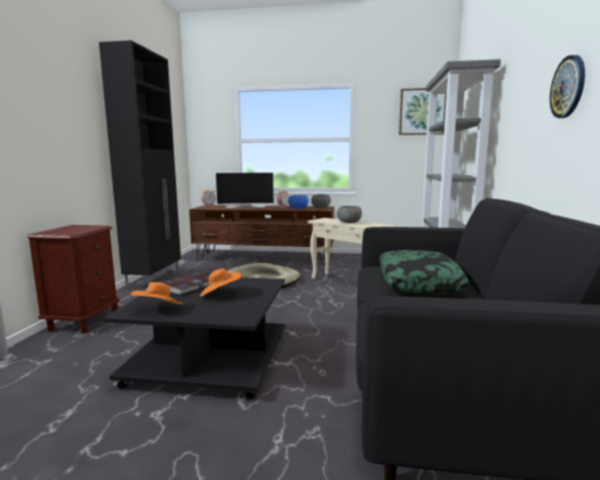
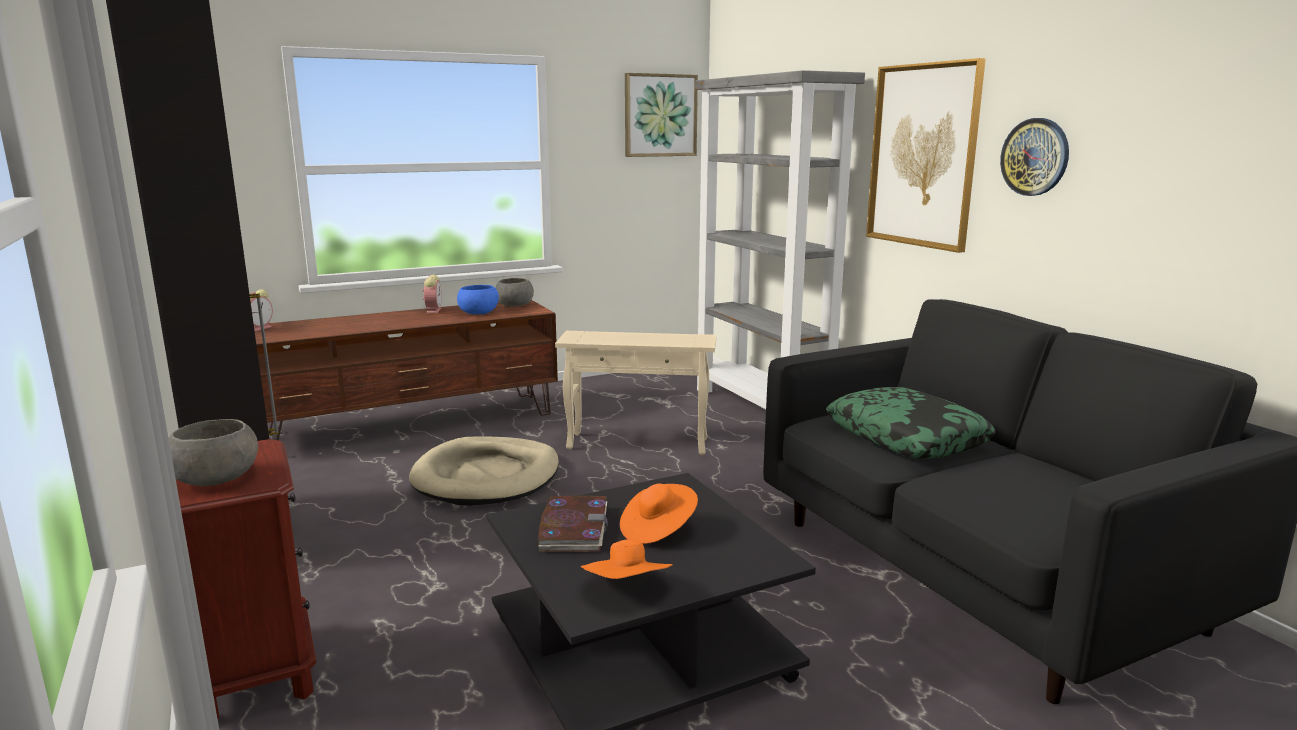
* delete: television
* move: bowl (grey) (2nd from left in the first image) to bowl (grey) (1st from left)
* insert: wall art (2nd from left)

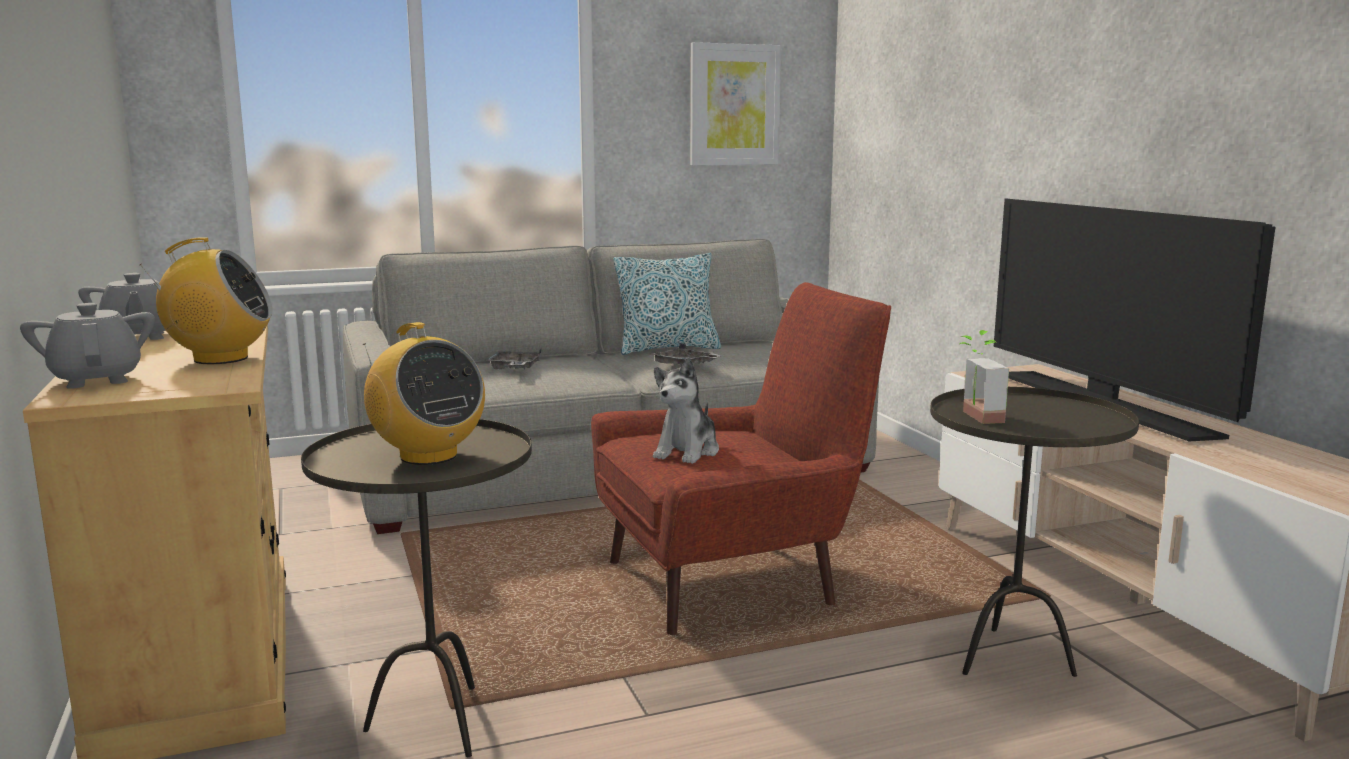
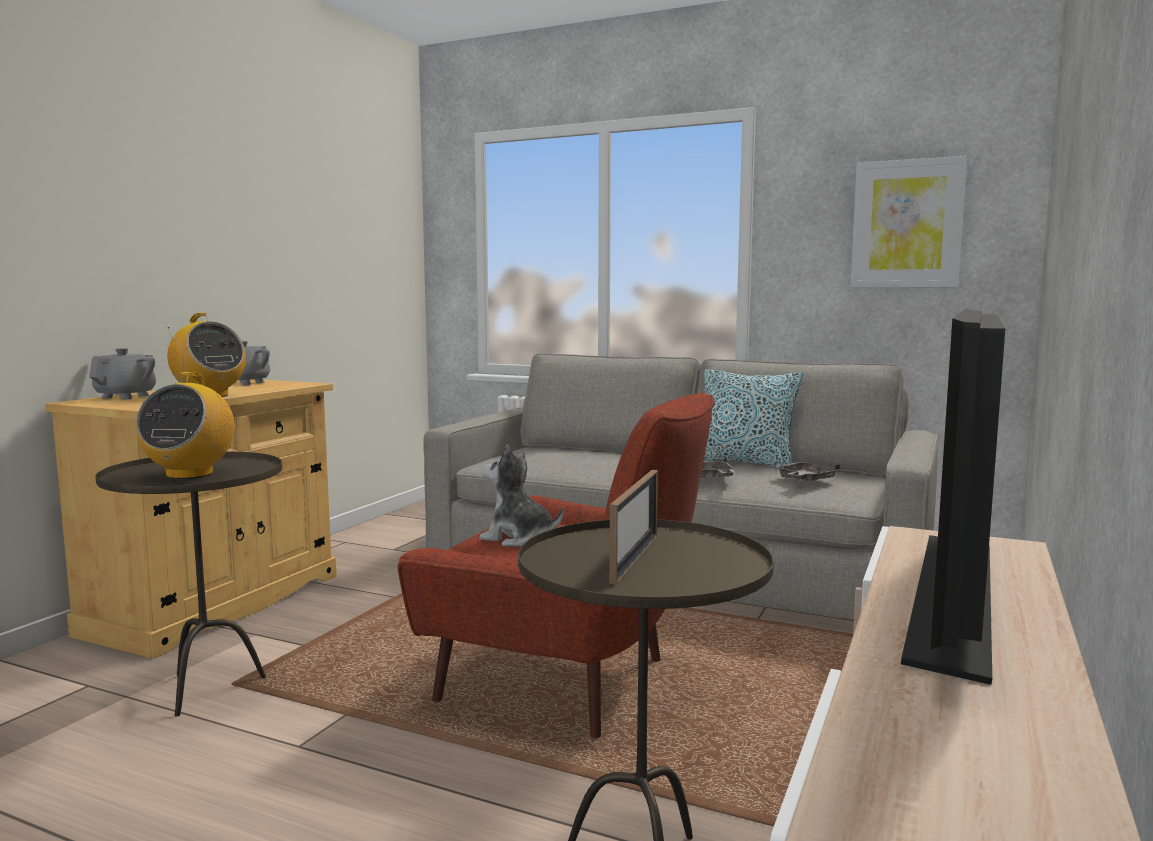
* delete: houseplant
* move: tray (grey) (1st from left in the first image) to tray (grey) (2nd from left)
* rotate: soft toy 45 degrees clockwise
* insert: picture frame

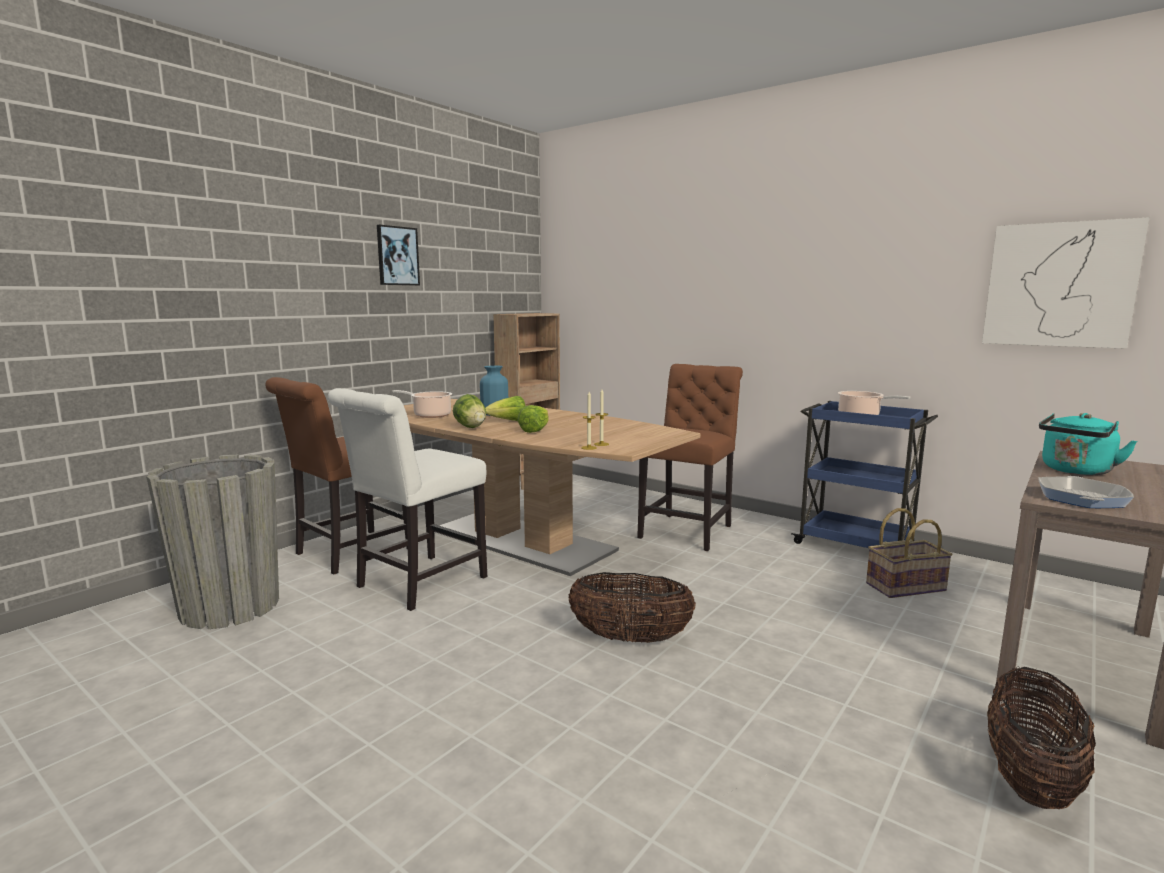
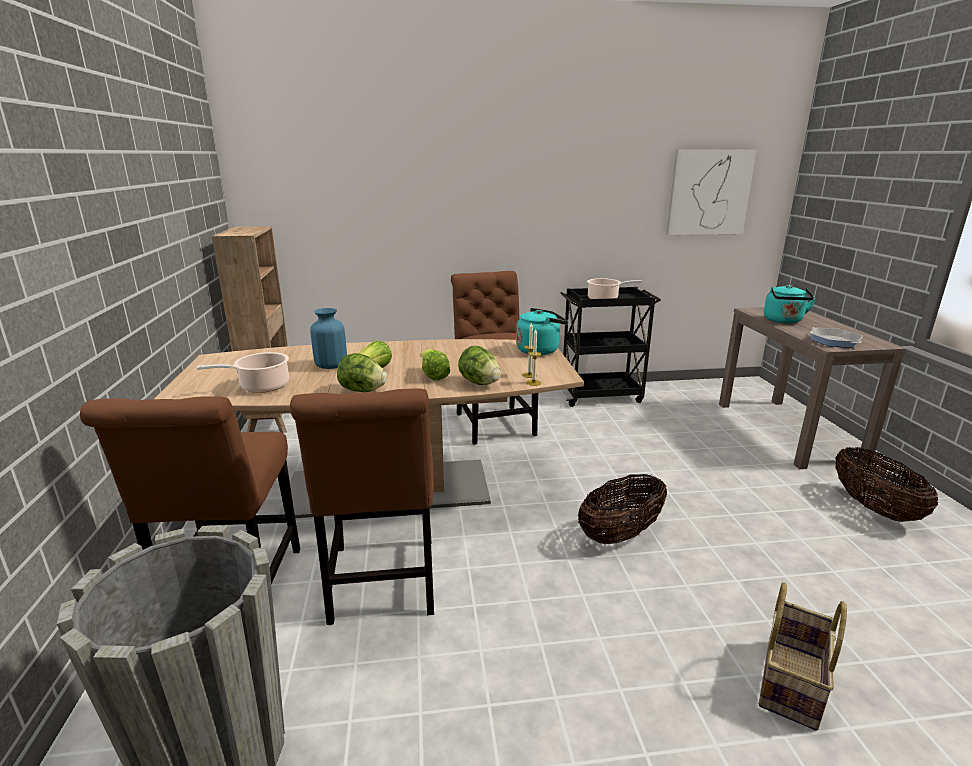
* delete: wall art (1st from left)
* recolor: plain chair (whitish) to plain chair (brown) (2nd from left)
* recolor: trolley (bluish) to trolley (black)
* move: basket (2nd from left)
* insert: water kettle (turquoise-coloured) (1st from left)
* insert: head of lettuce (4th from left)

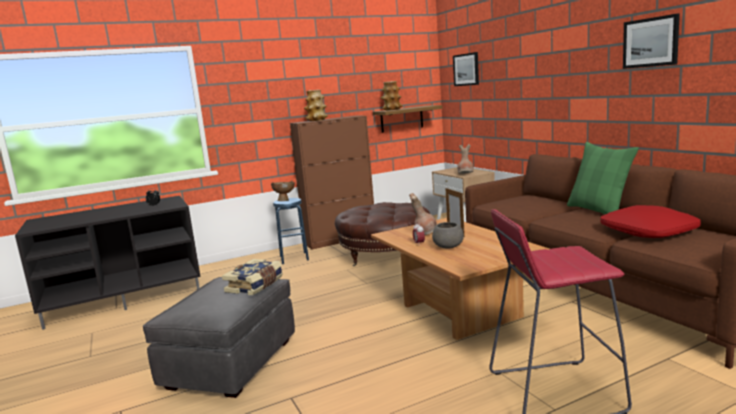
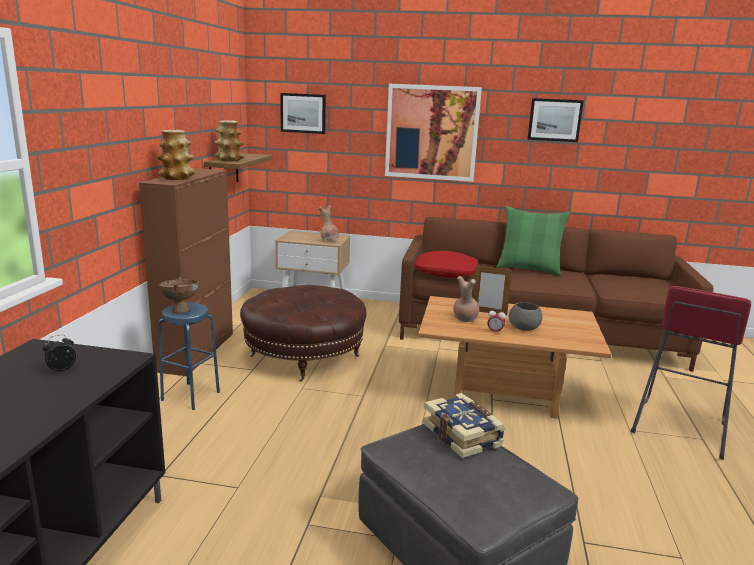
* move: throw pillow (red-coloured)
* insert: wall art (2nd from left)

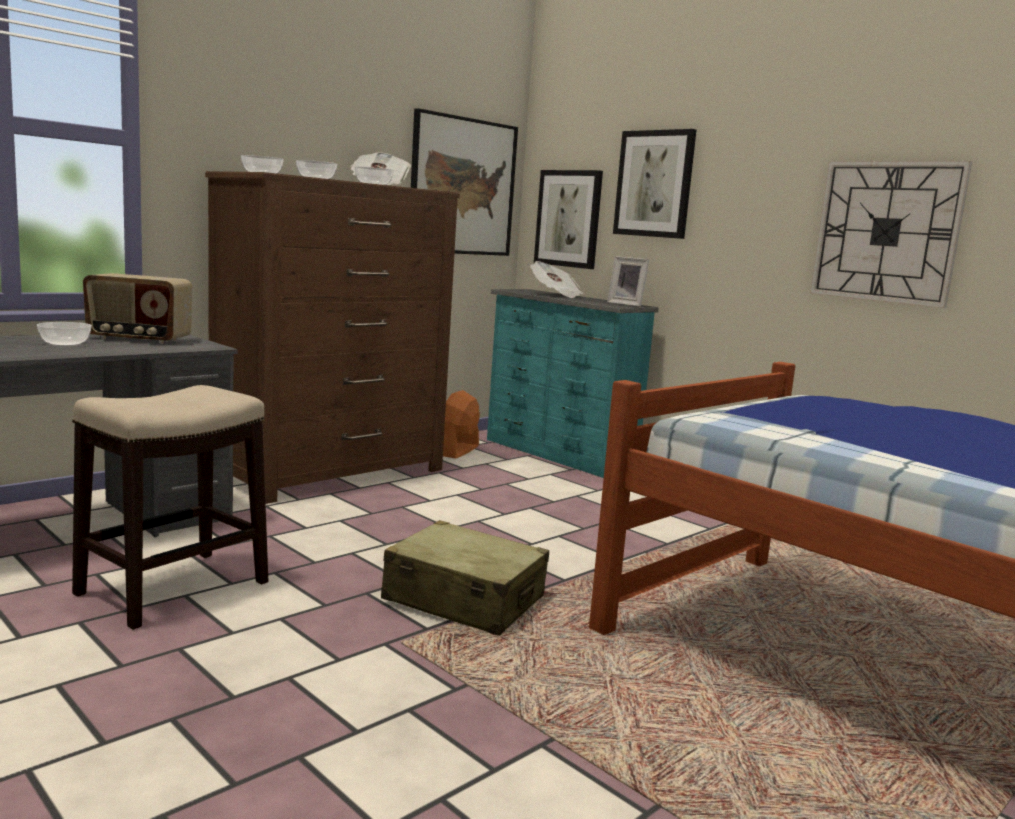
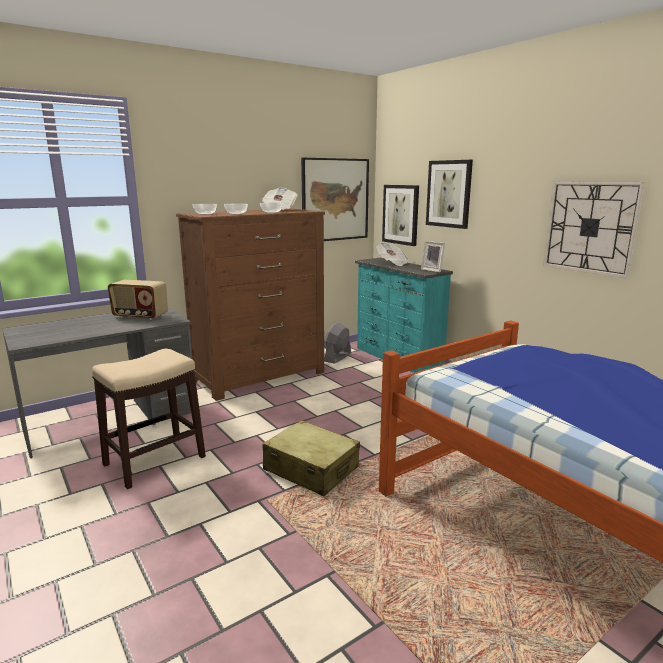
* delete: bowl (1st from left)
* recolor: fan (orangey) to fan (grey)

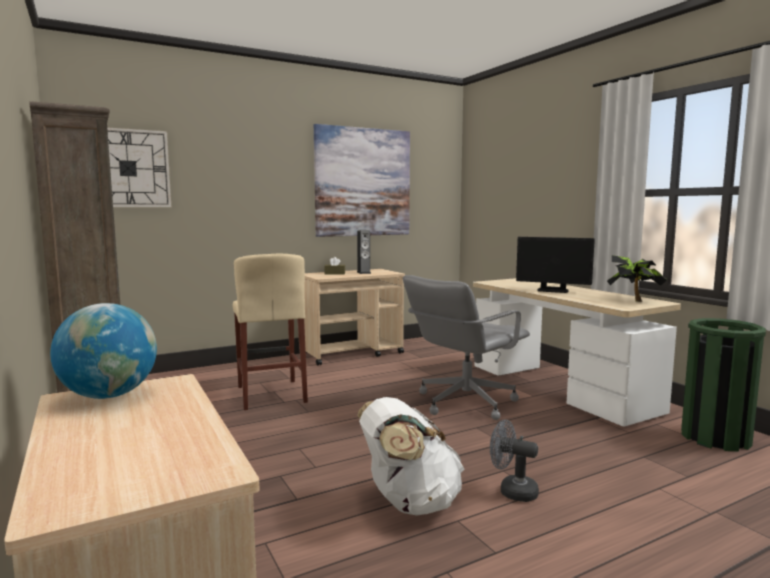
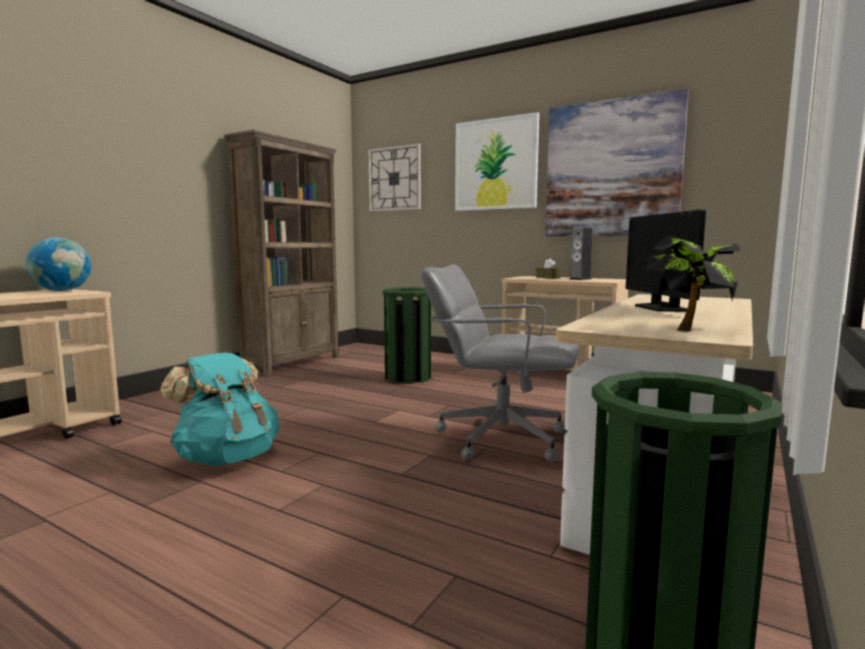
* replace: stool (sand-coloured) to trash can (greenish) (1st from left)
* recolor: backpack (whitish) to backpack (turquoise-coloured)
* delete: fan (grey)
* insert: wall art (1st from left)

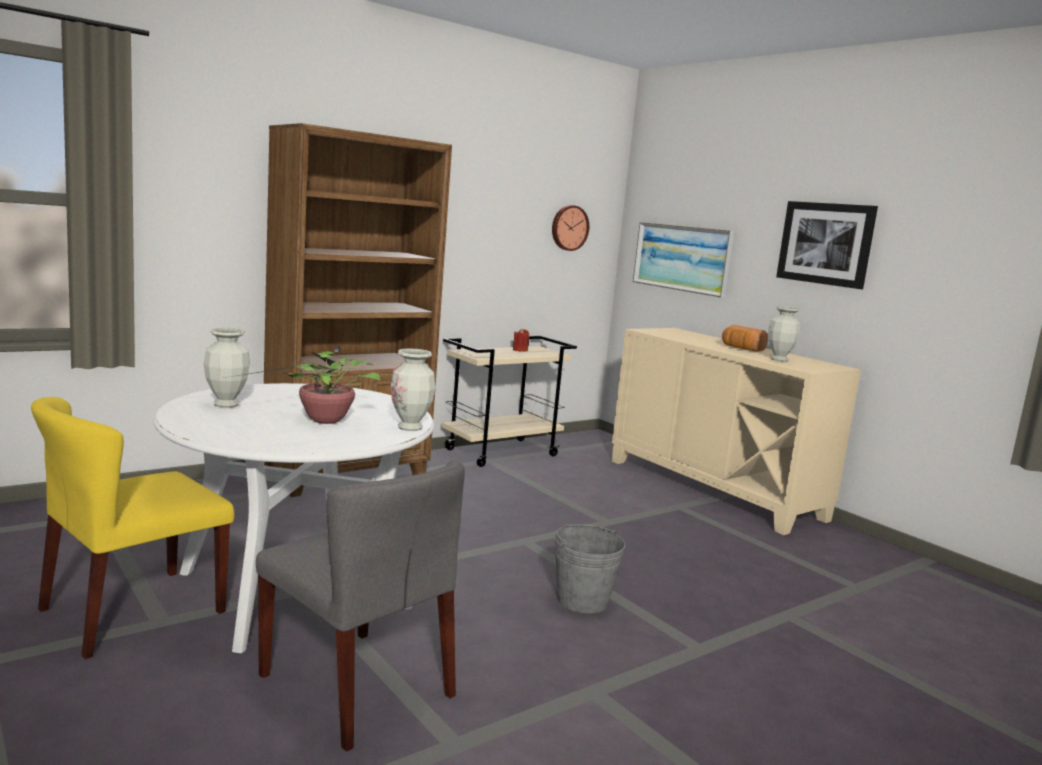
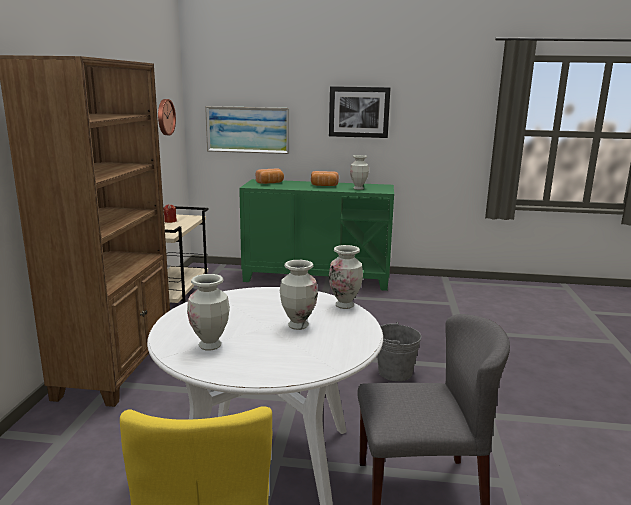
* recolor: cupboard (sand-coloured) to cupboard (greenish)
* replace: houseplant to decorative vase (2nd from left)
* insert: bakery bread (1st from left)

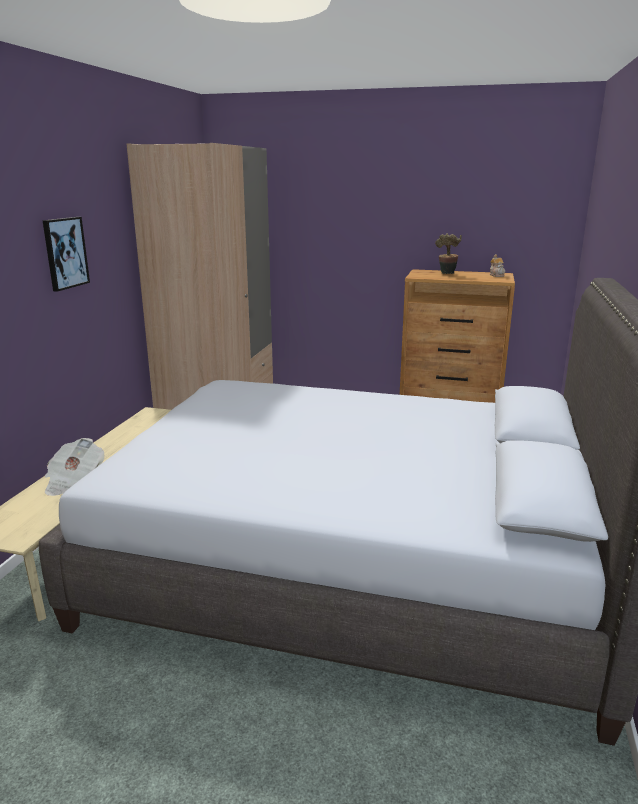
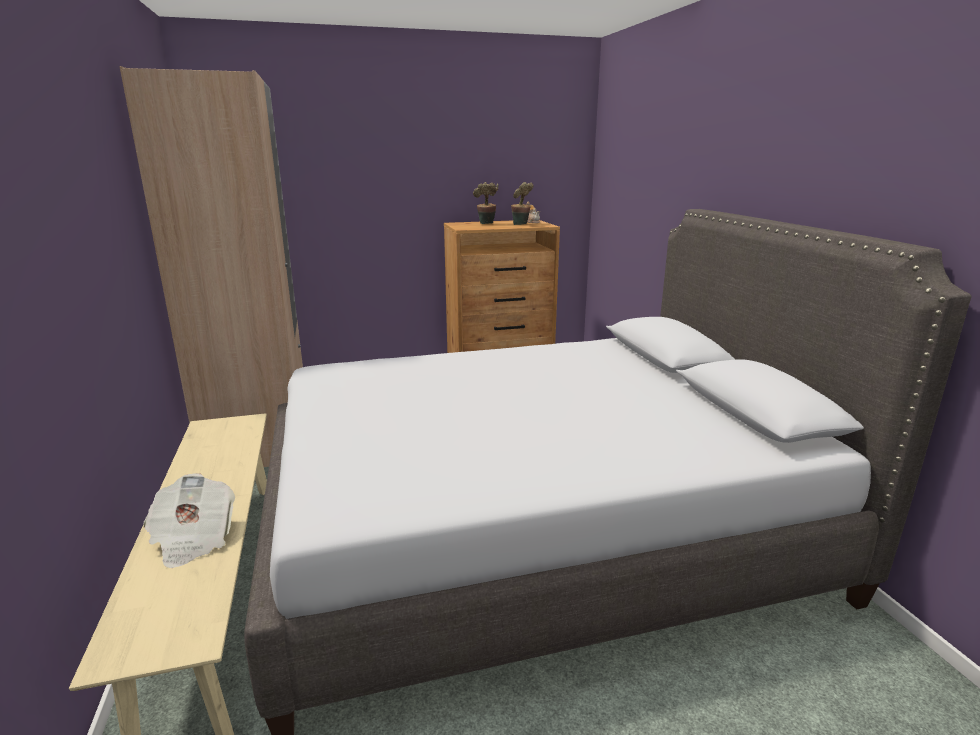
* delete: wall art
* insert: houseplant (2nd from left)

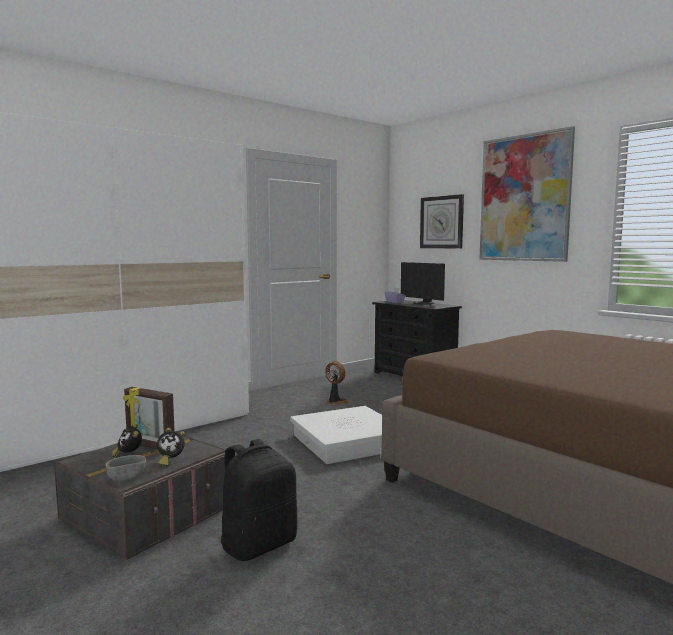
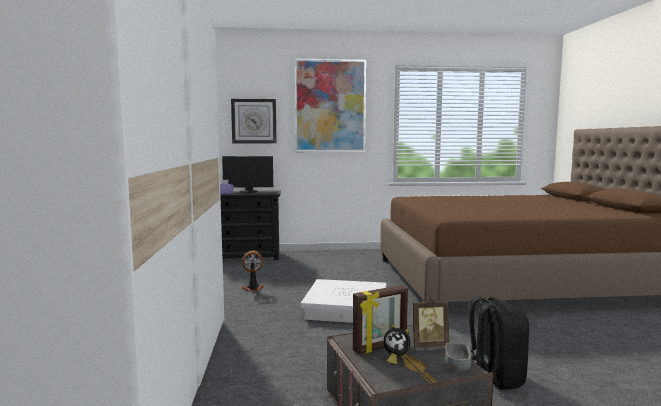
* replace: table clock (2nd from left) to picture frame (2nd from left)

